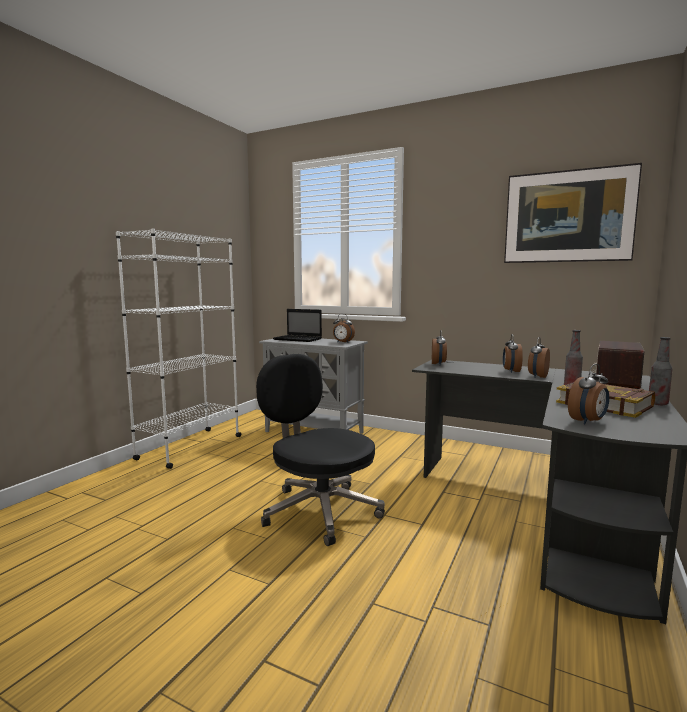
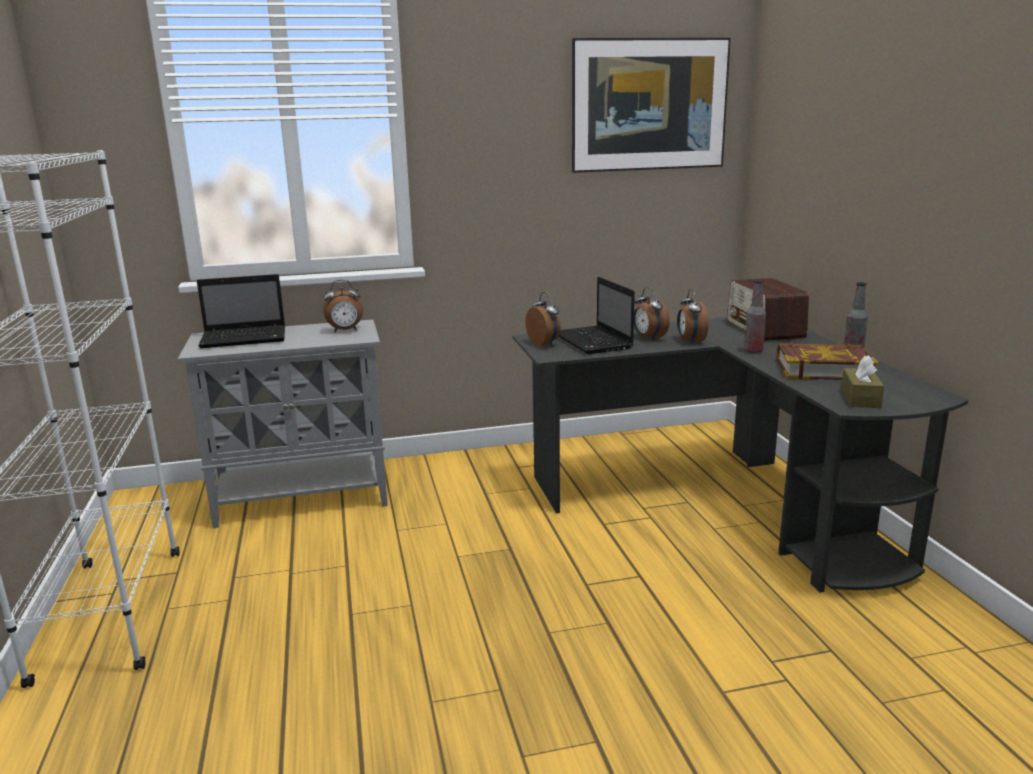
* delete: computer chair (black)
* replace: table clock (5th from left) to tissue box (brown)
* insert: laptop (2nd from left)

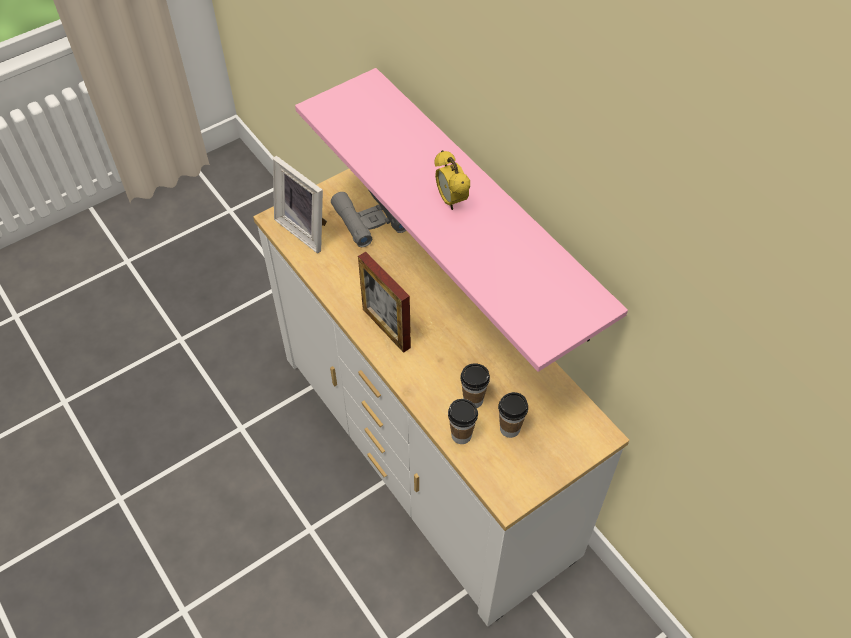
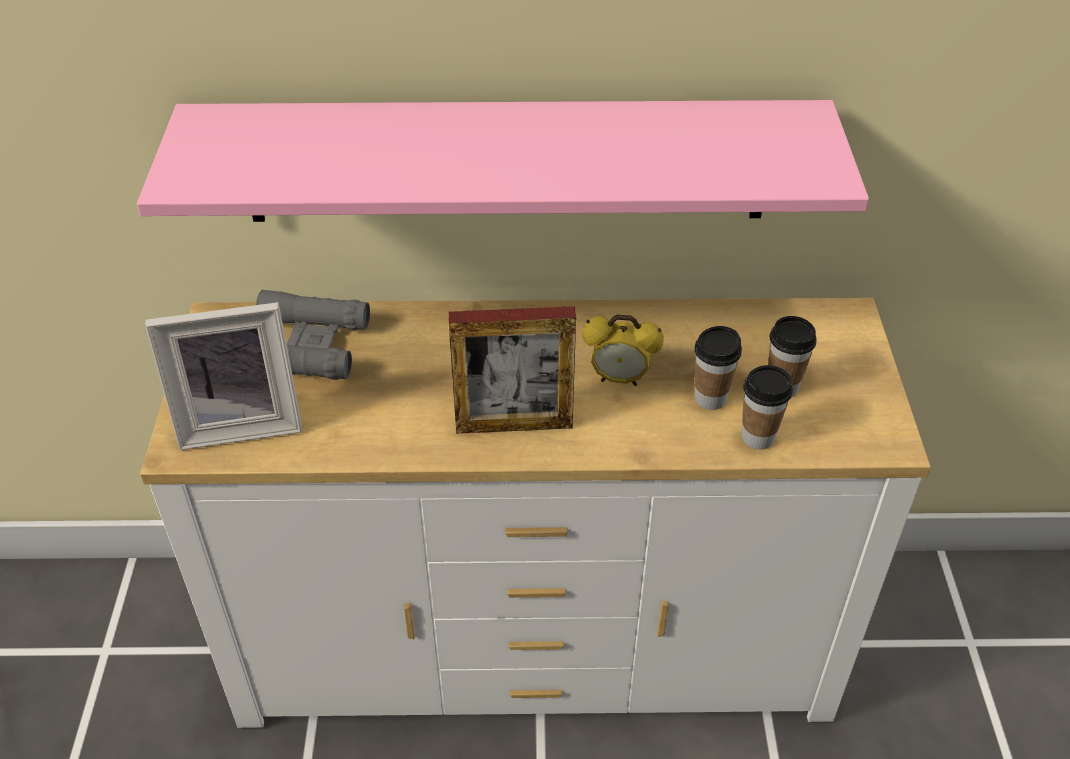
* move: table clock

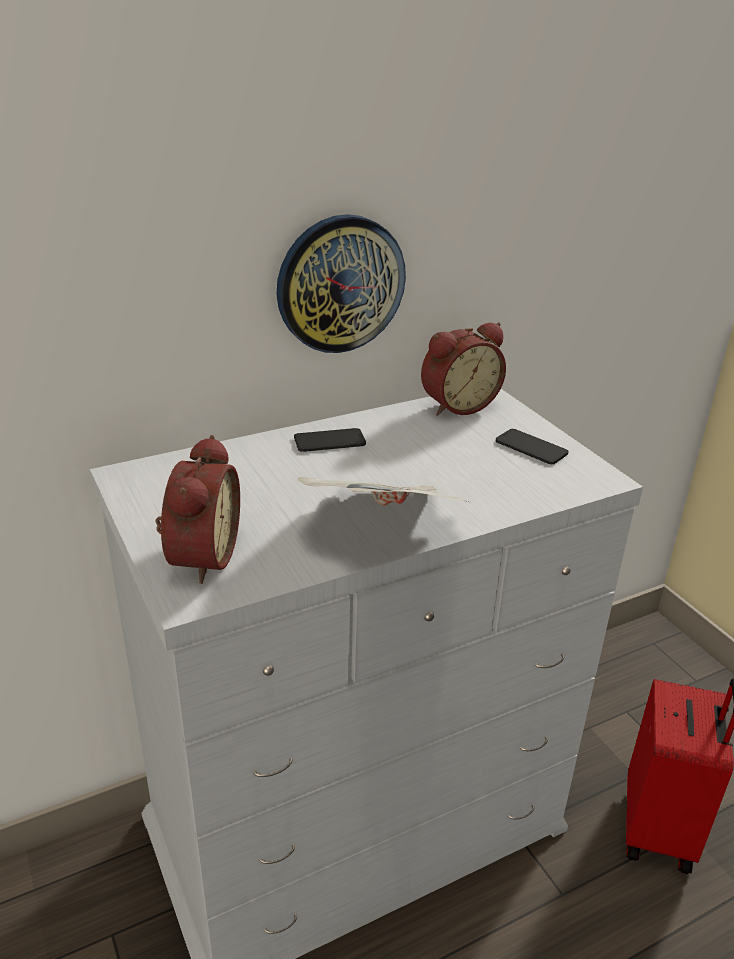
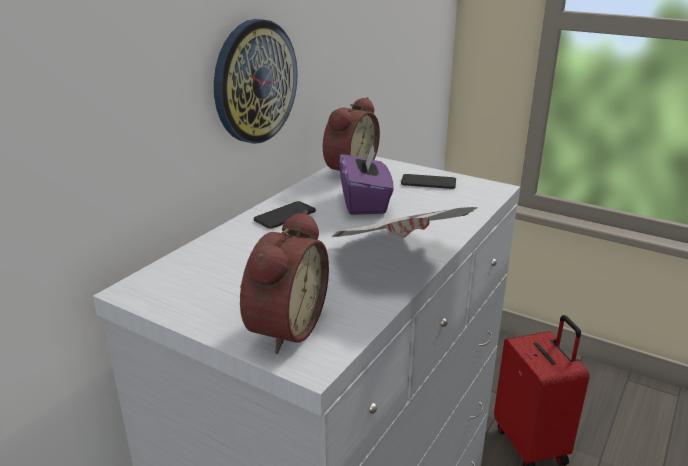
* rotate: table clock (1st from left) 45 degrees clockwise
* insert: tissue box (purple-coloured)

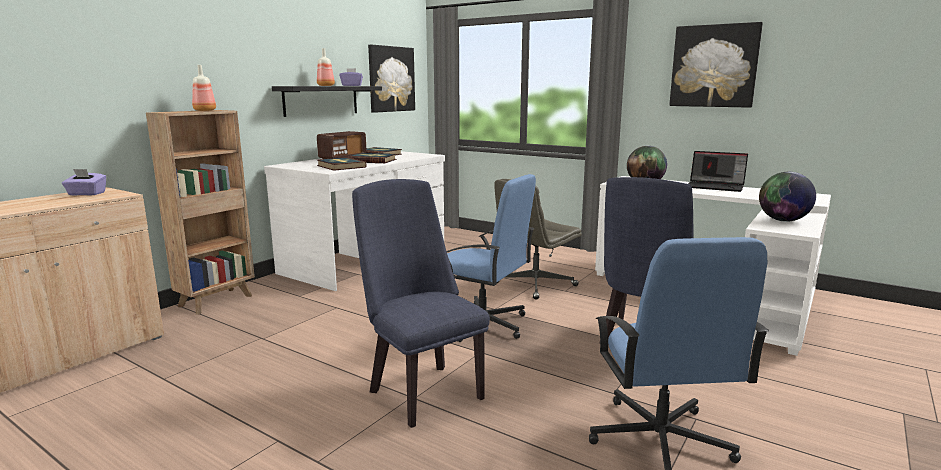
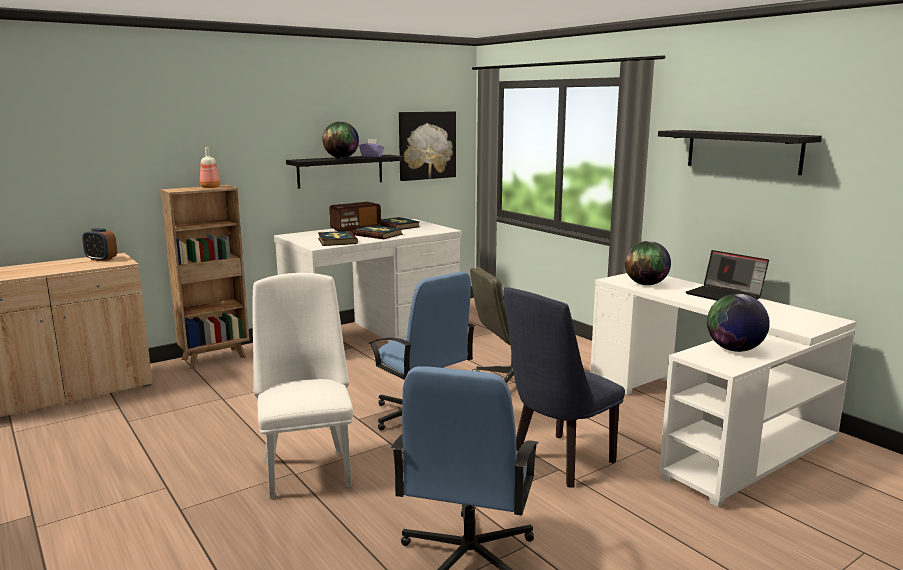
* replace: wall art (2nd from left) to wall shelf (black) (2nd from left)
* replace: beverage bottle (2nd from left) to desk globe (1st from left)
* replace: tissue box (purple-coloured) (1st from left) to table clock
* recolor: plain chair (bluish) (1st from left) to plain chair (whitish)

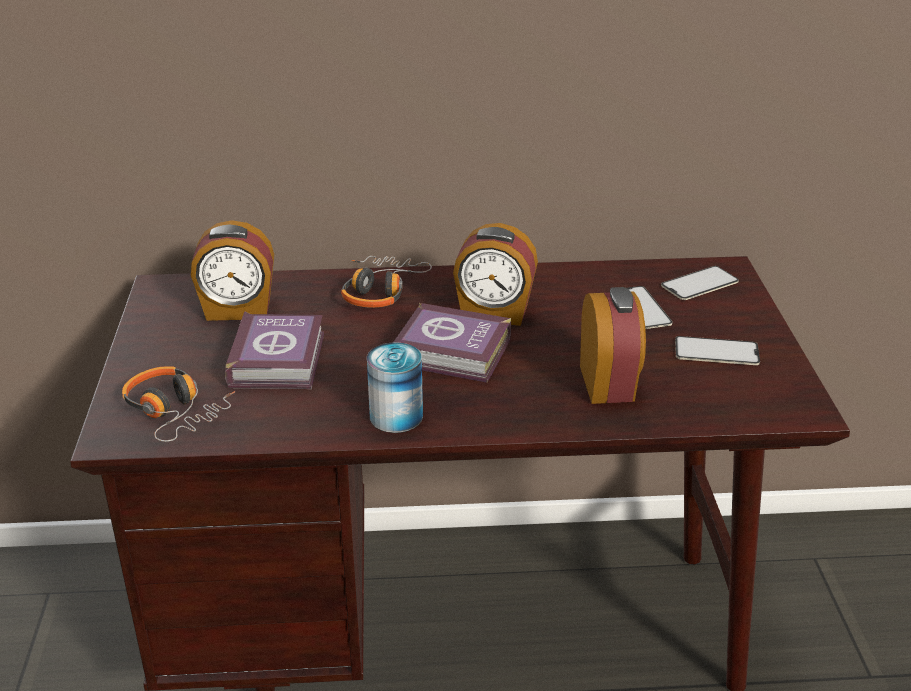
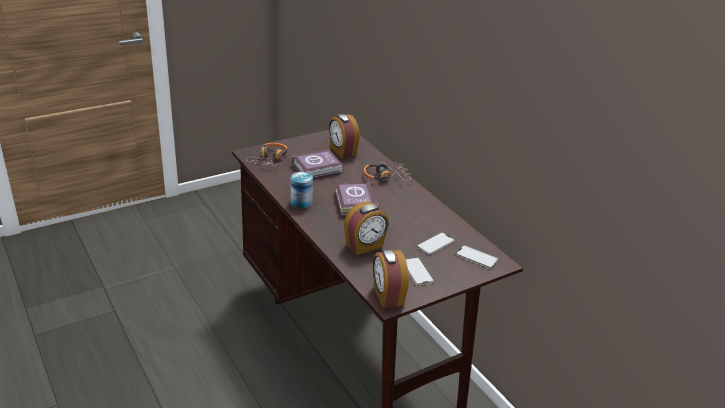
* move: table clock (2nd from left in the first image) to table clock (3rd from left)

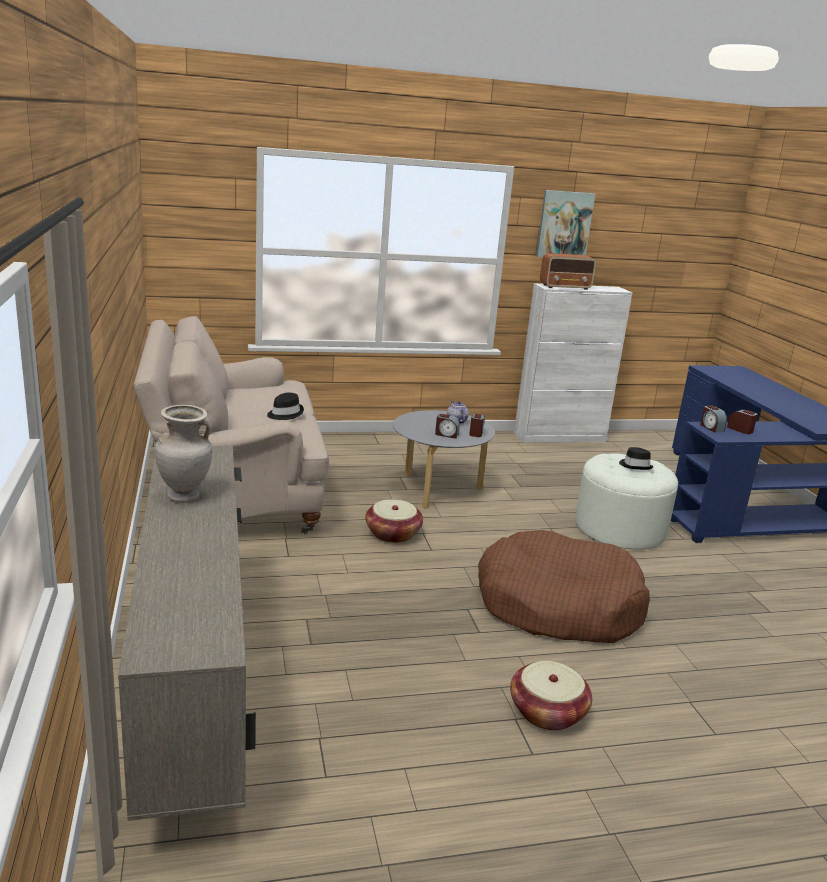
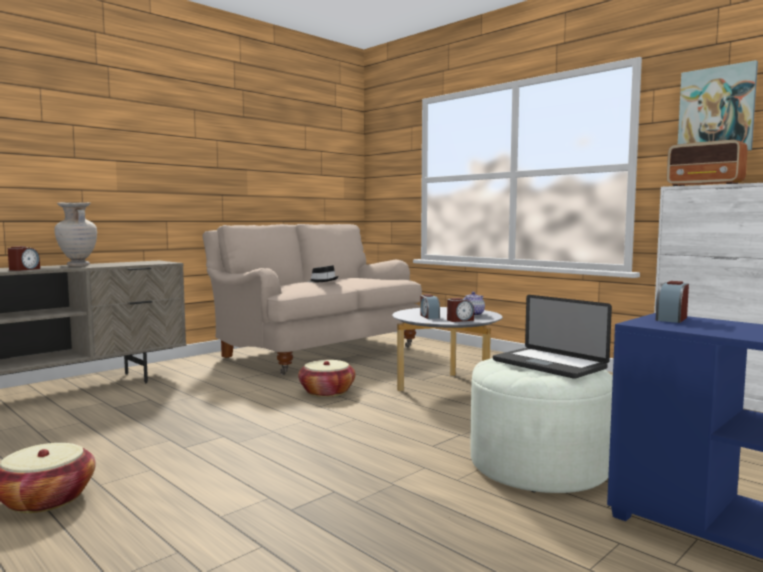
* move: table clock (4th from left in the first image) to table clock (1st from left)
* replace: clothing hat (black) (2nd from left) to laptop
* delete: dog cushion (brown)

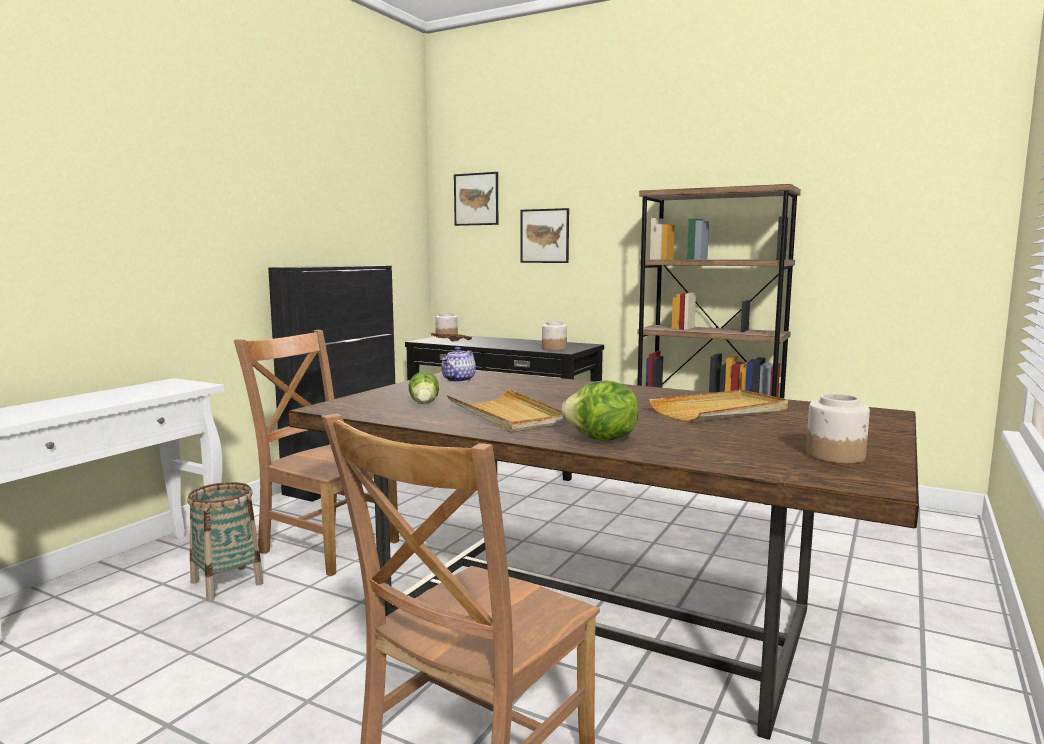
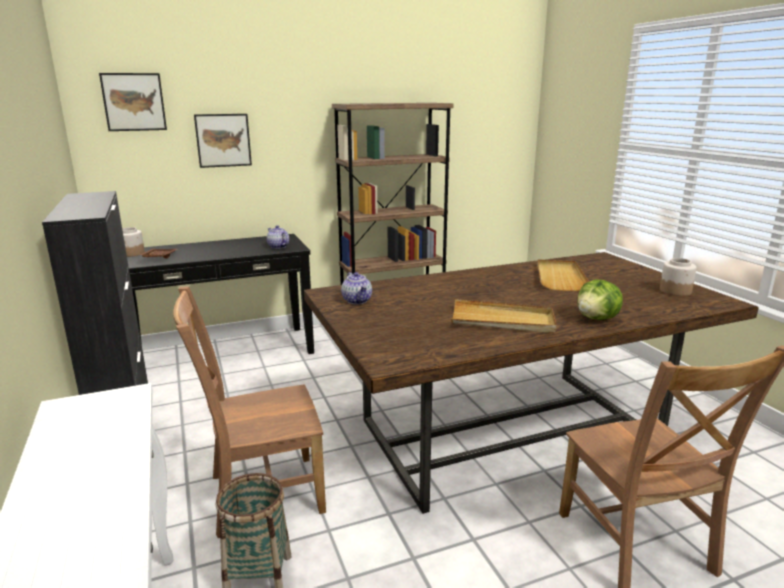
* replace: jar (2nd from left) to pot for tea (1st from left)
* delete: head of lettuce (1st from left)

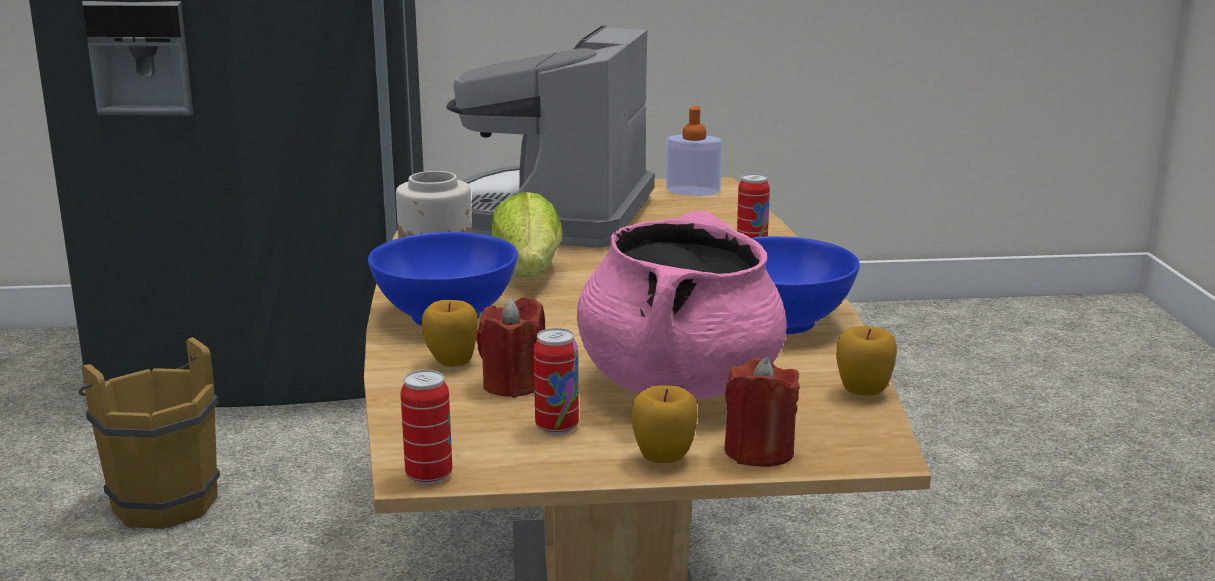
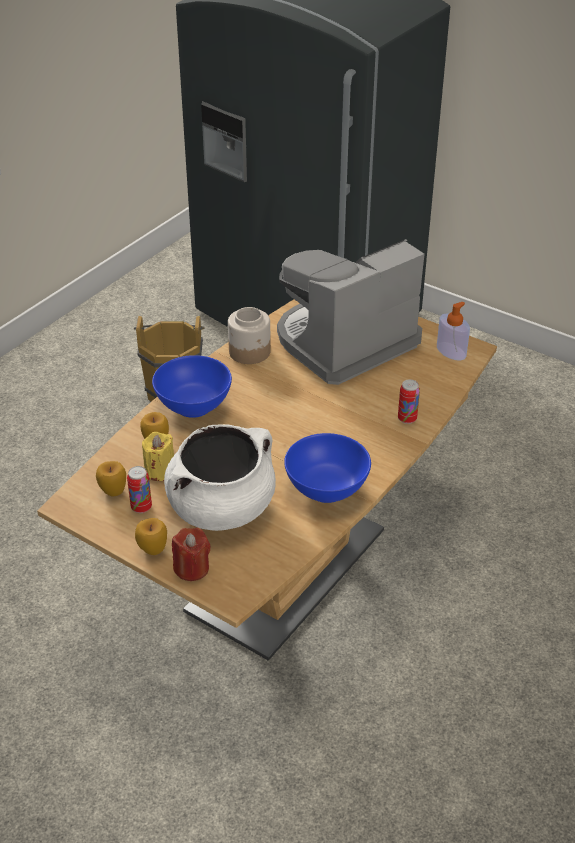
* delete: head of lettuce
* recolor: stockpot (pinkish) to stockpot (whitish)
* recolor: wax candle (red-coloured) (1st from left) to wax candle (yellow)
* move: whole apple (3rd from left in the first image) to whole apple (1st from left)
* delete: metal can (1st from left)

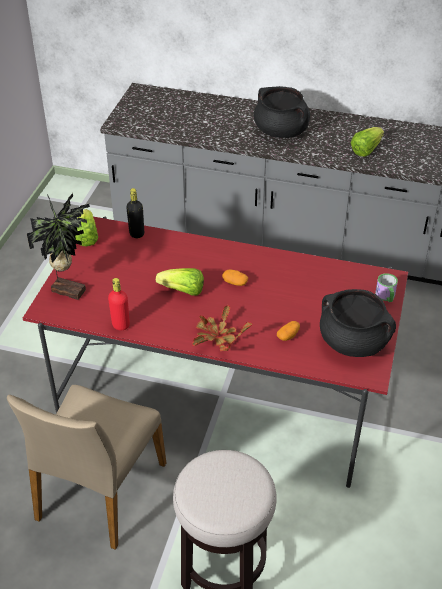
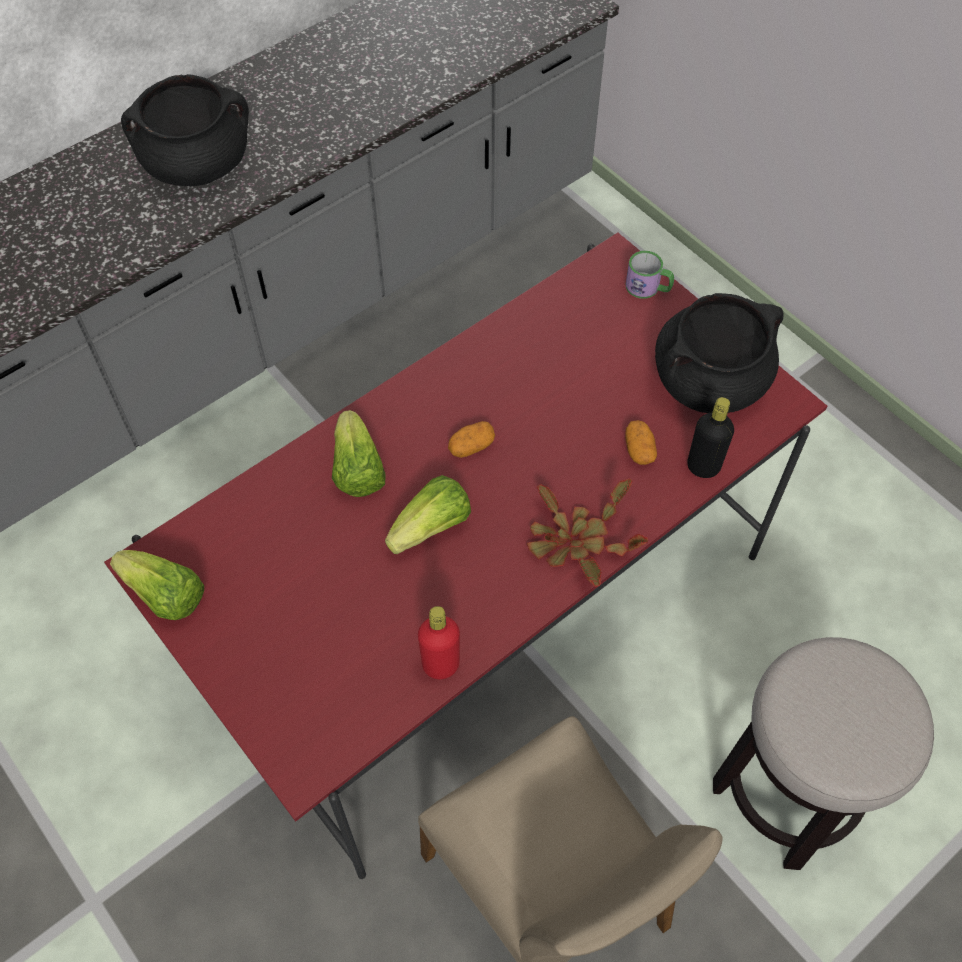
* move: head of lettuce (3rd from left in the first image) to head of lettuce (2nd from left)
* move: beverage bottle (black)
* delete: houseplant (1st from left)

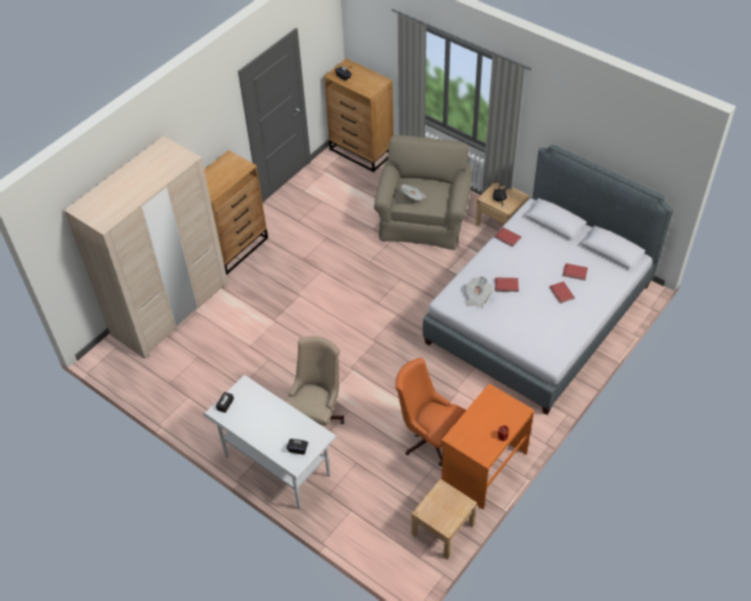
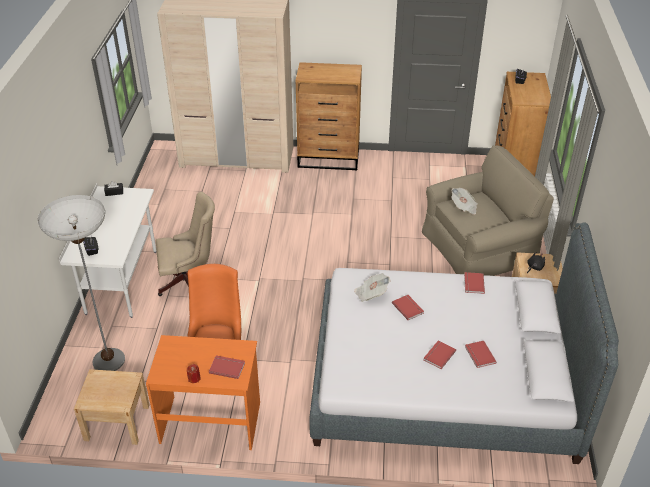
* insert: standing lamp
* insert: volume (red-coloured) (1st from left)

